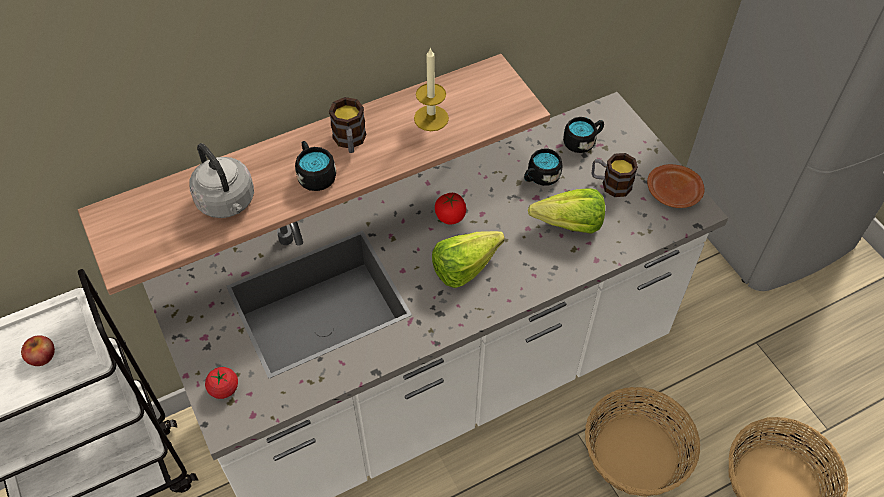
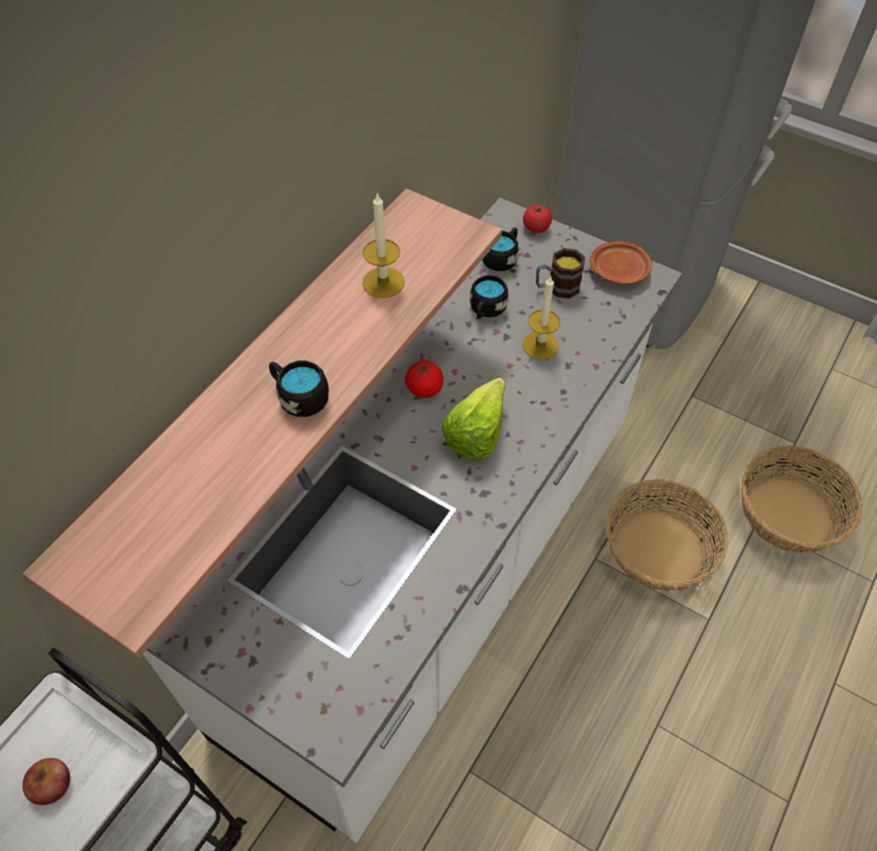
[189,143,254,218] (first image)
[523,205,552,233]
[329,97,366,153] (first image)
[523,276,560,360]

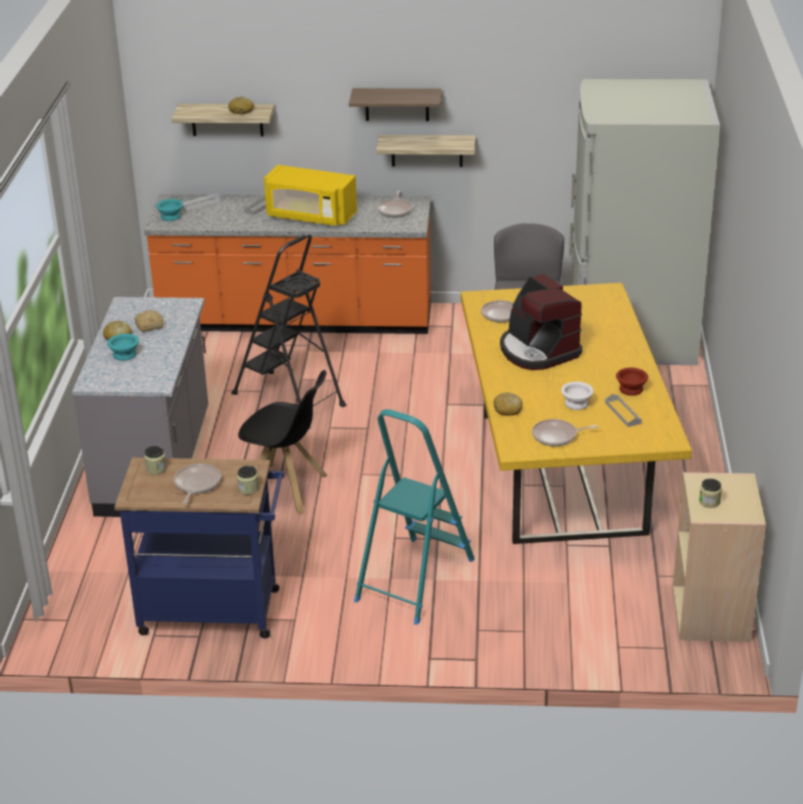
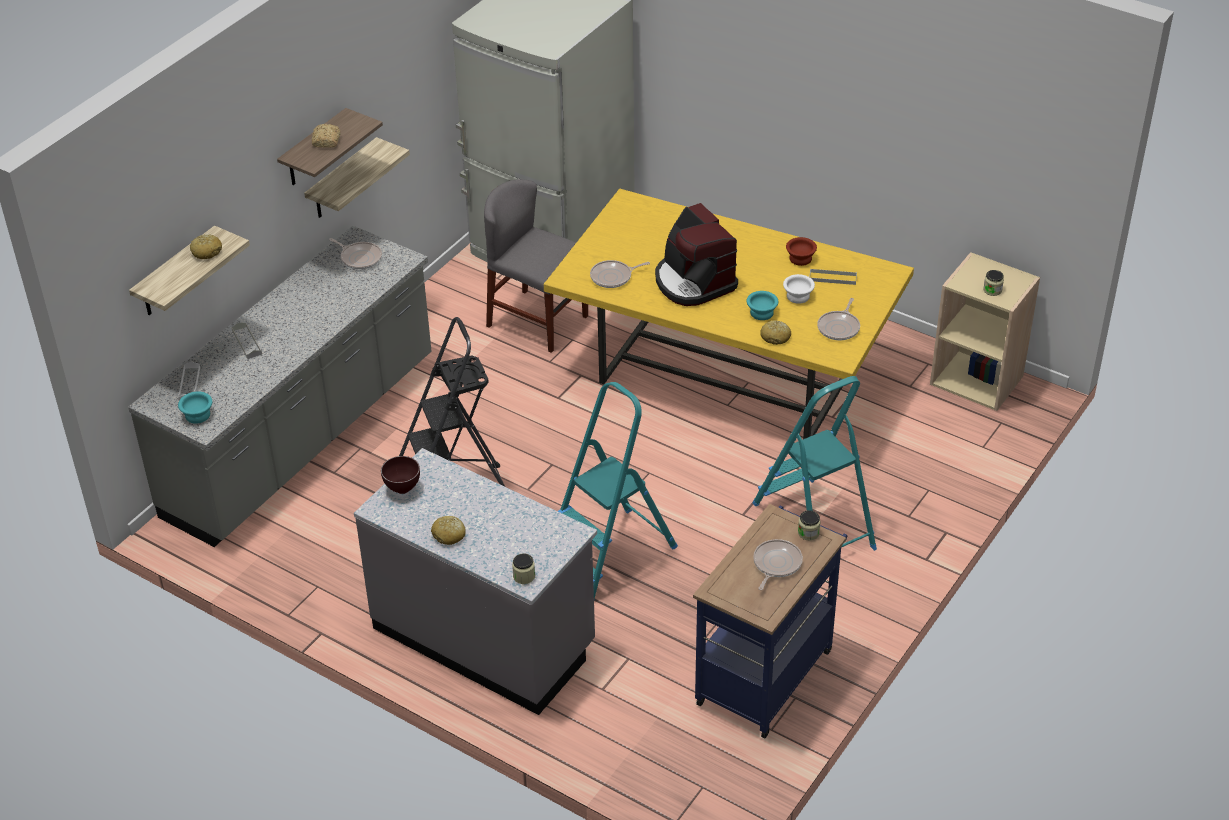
[747,291,778,320]
[312,124,341,148]
[128,226,431,547]
[512,553,535,584]
[753,539,803,590]
[558,382,678,599]
[264,165,357,226] (first image)
[655,203,738,306]
[381,456,420,494]

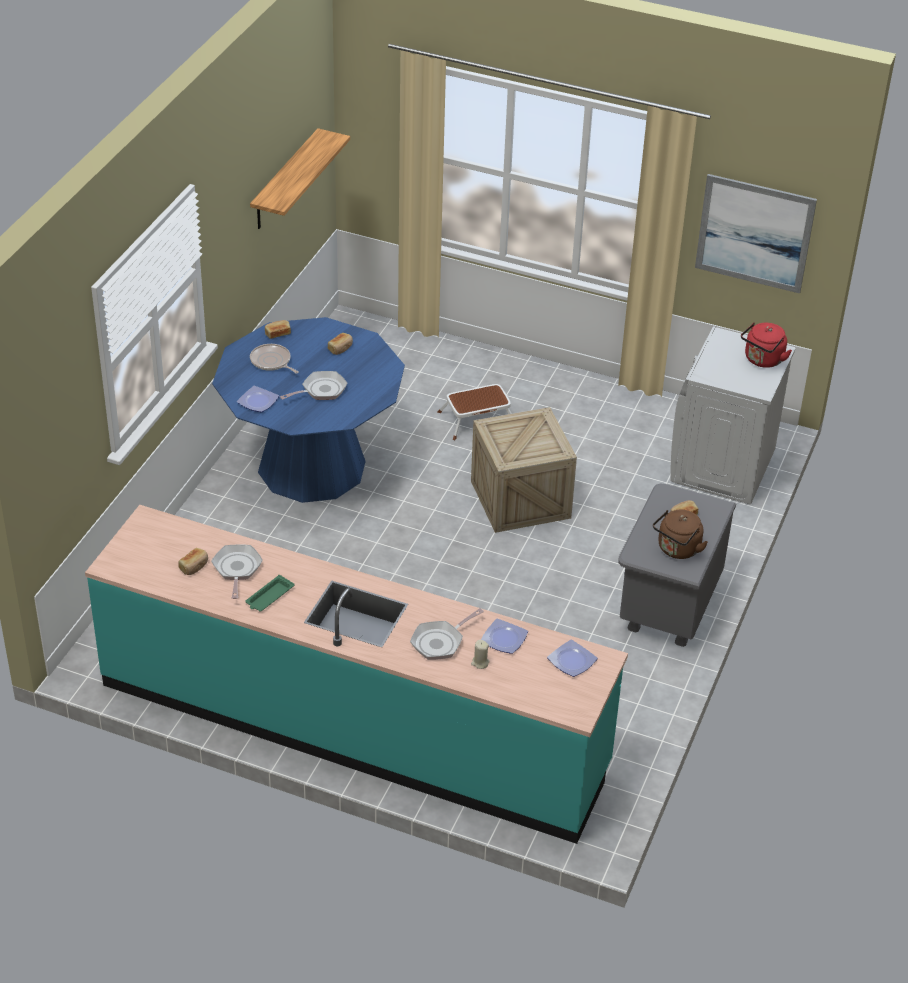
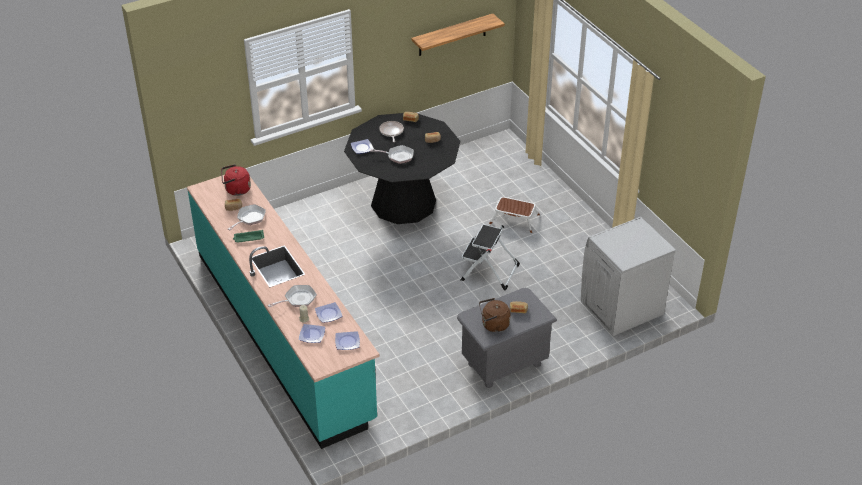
[344,113,460,224]
[268,285,317,307]
[460,224,520,290]
[695,174,817,294] (first image)
[221,164,251,196]
[299,324,325,343]

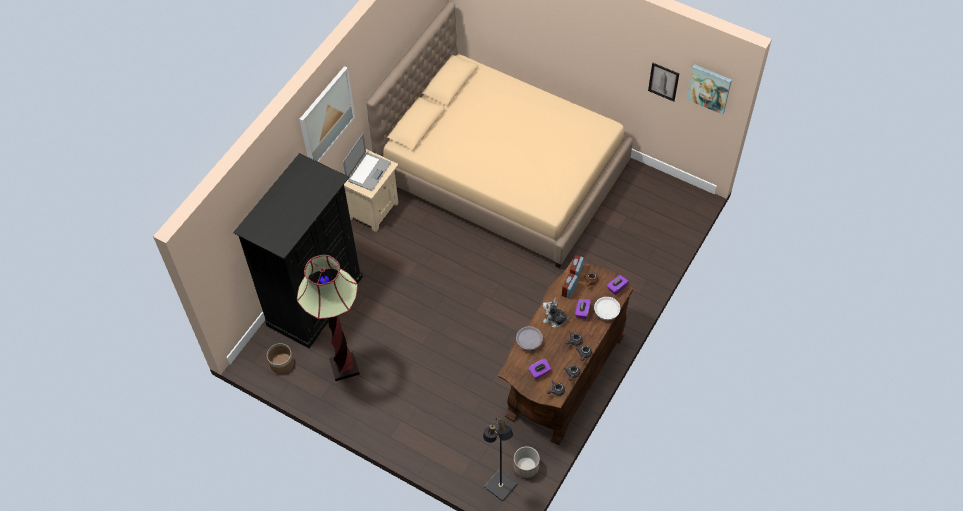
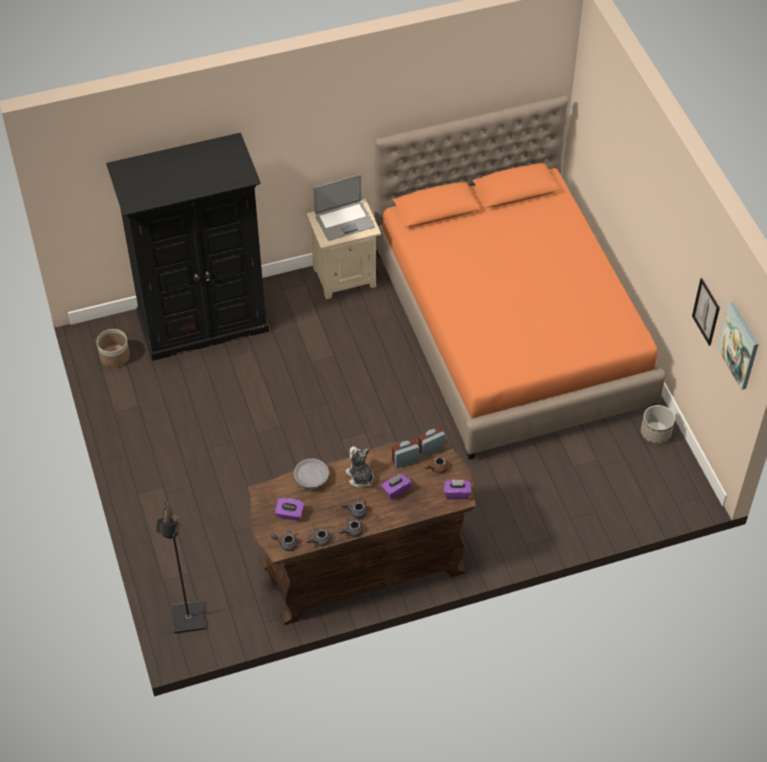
[297,255,360,381] (first image)
[299,66,355,162] (first image)
[374,94,666,460]
[641,405,675,444]
[594,297,620,320] (first image)

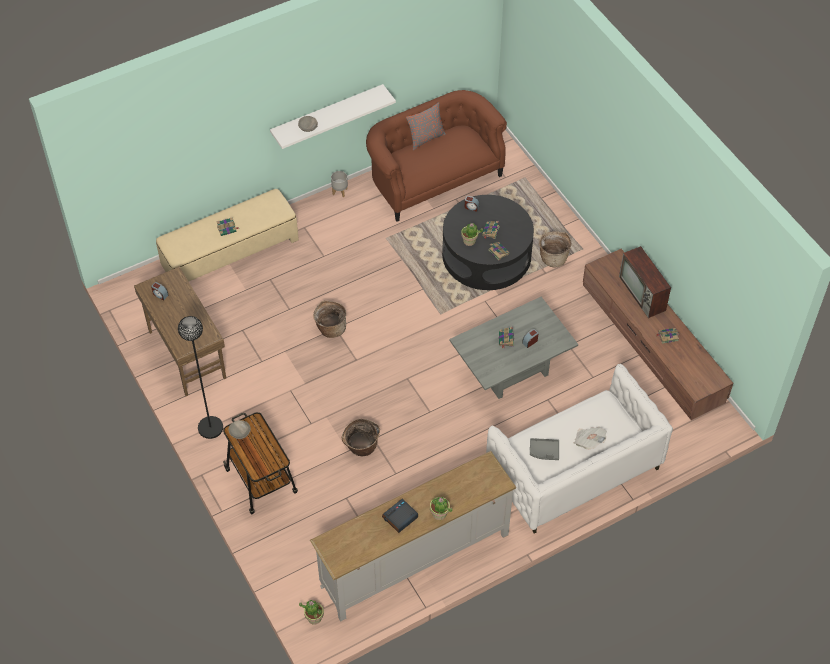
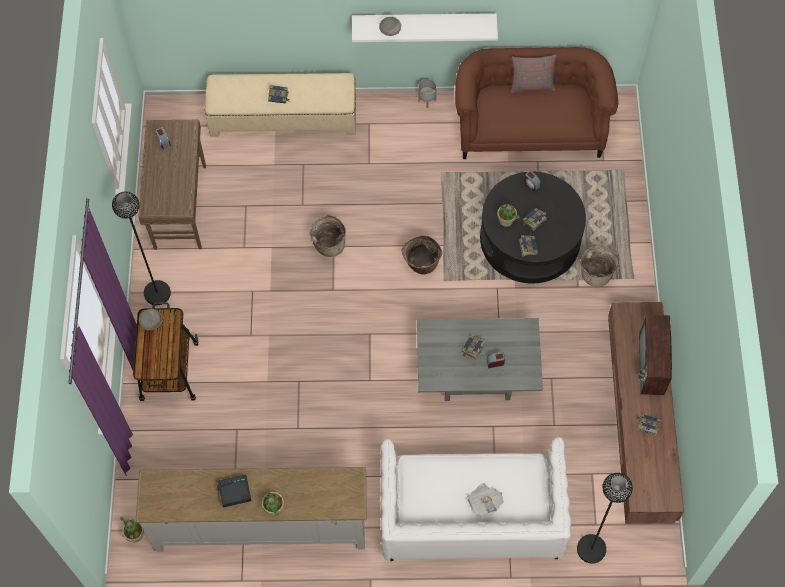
[402,235,442,274]
[530,438,559,460] (first image)
[577,473,633,563]

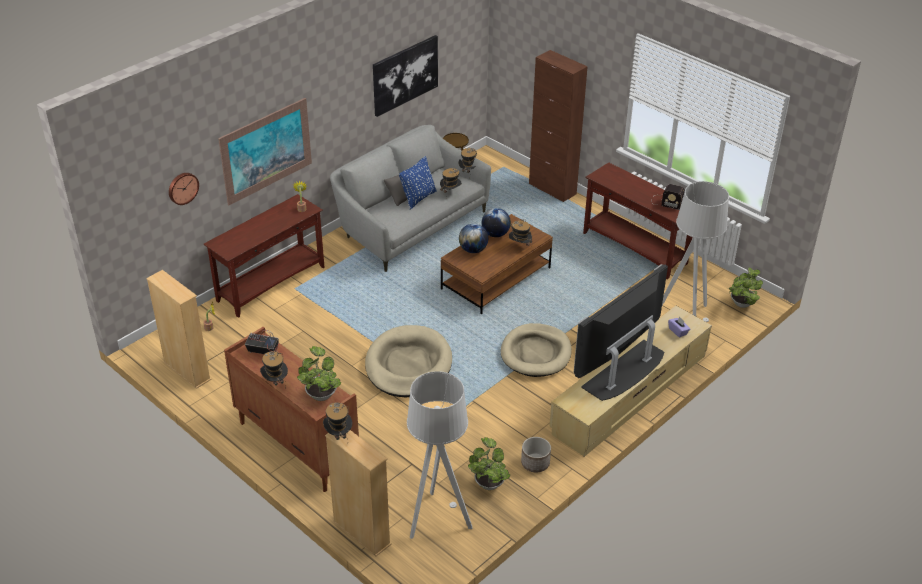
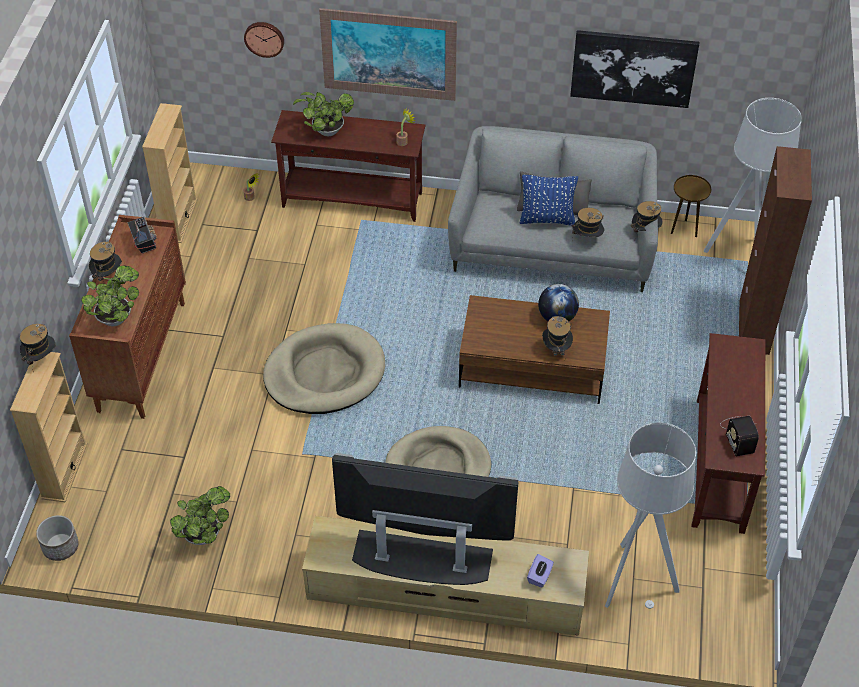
[704,98,802,253]
[459,224,488,253] (first image)
[36,515,79,561]
[293,92,354,136]

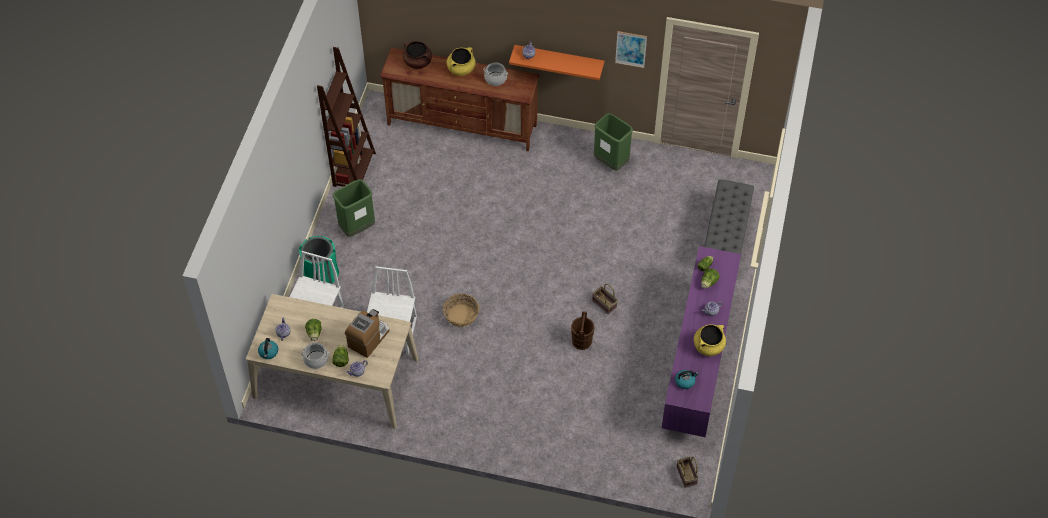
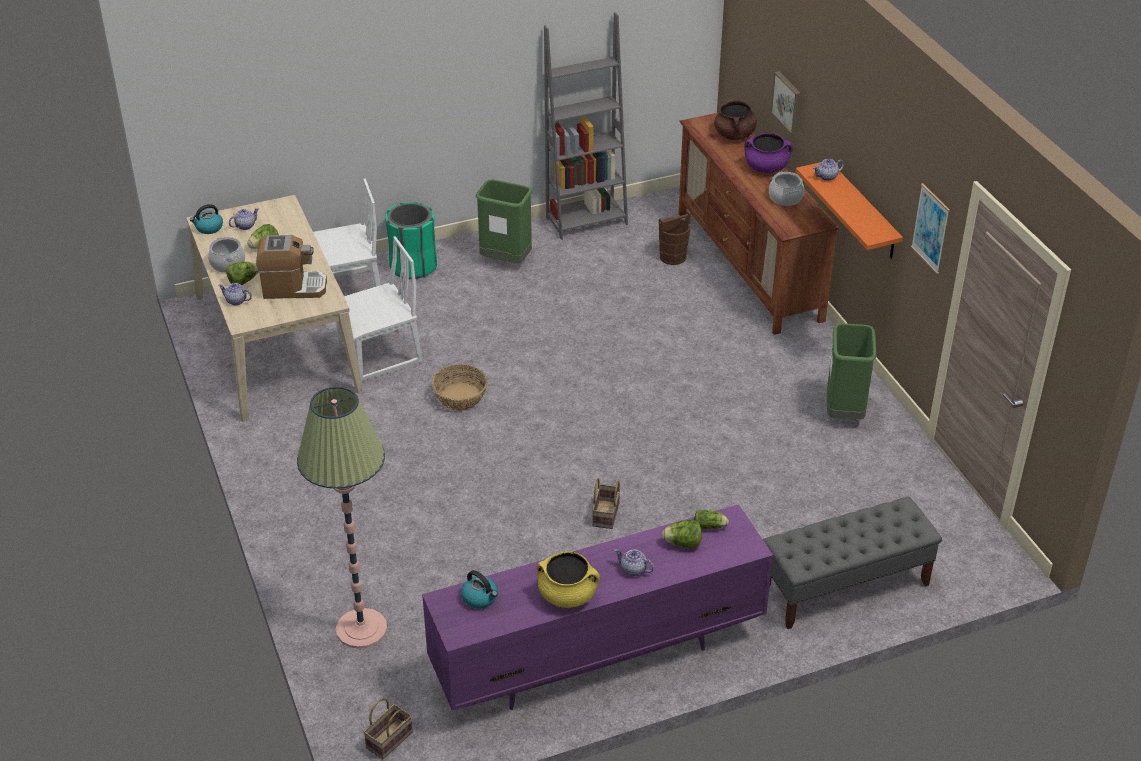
[544,12,628,240]
[744,133,793,173]
[659,210,691,265]
[297,387,387,649]
[771,71,801,135]

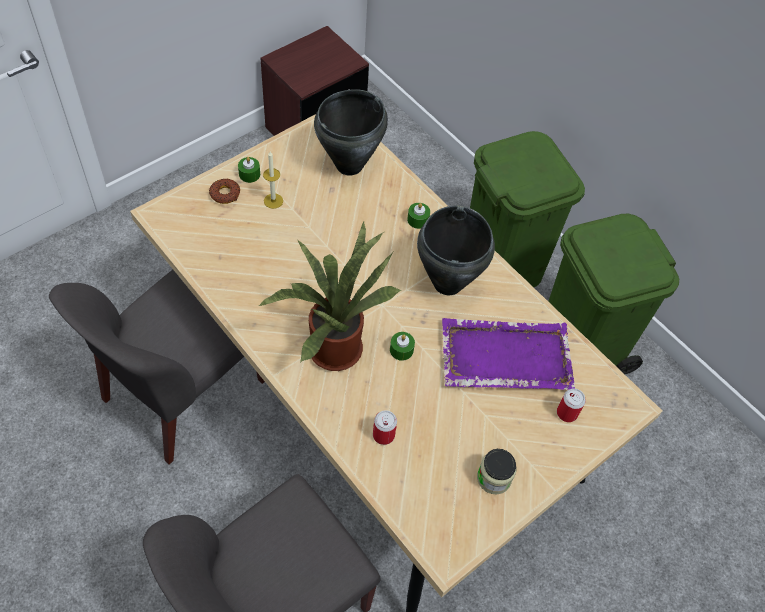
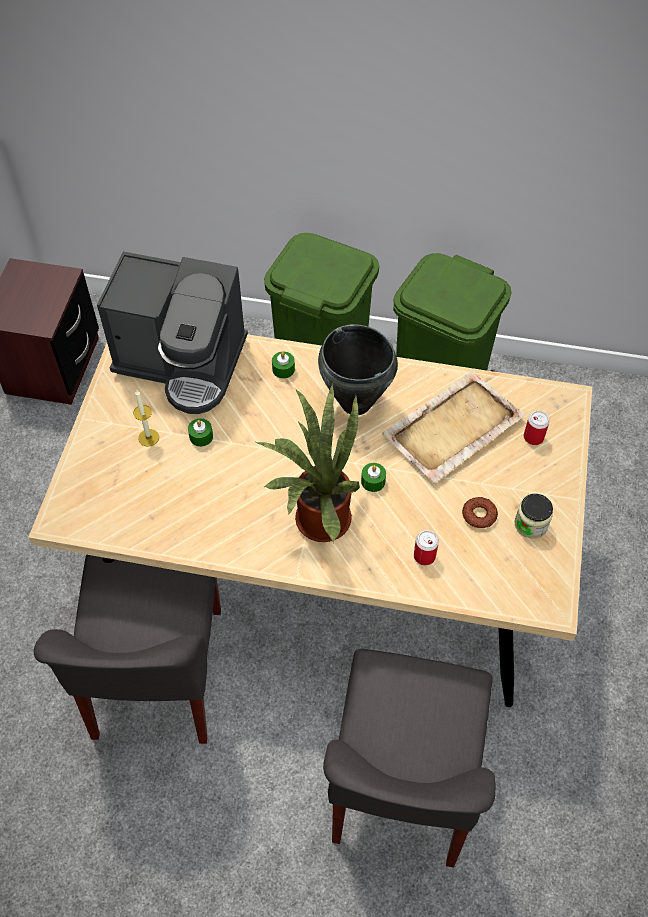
[462,497,498,528]
[188,418,213,447]
[97,252,248,414]
[382,371,525,483]

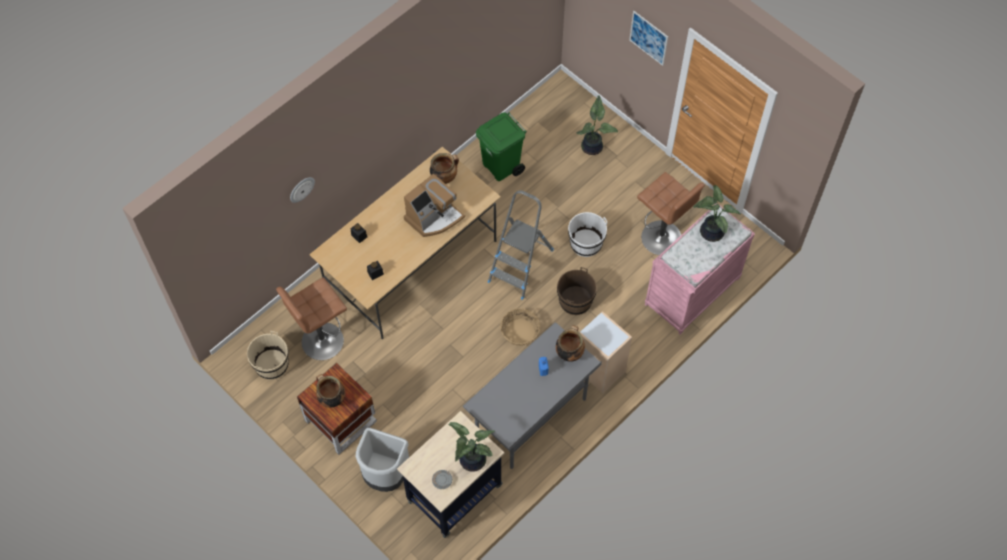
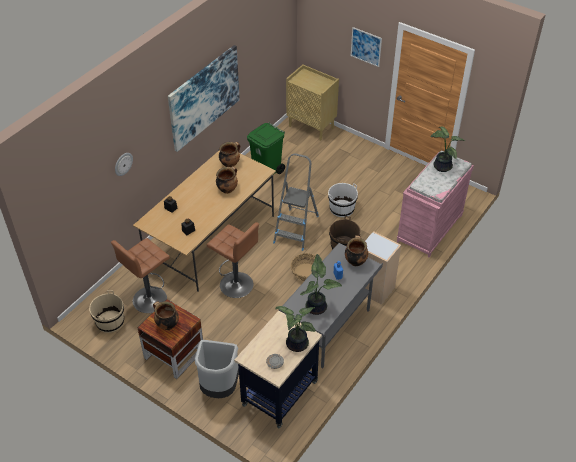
[216,166,238,194]
[300,254,342,315]
[207,222,259,298]
[168,45,240,152]
[286,64,339,141]

